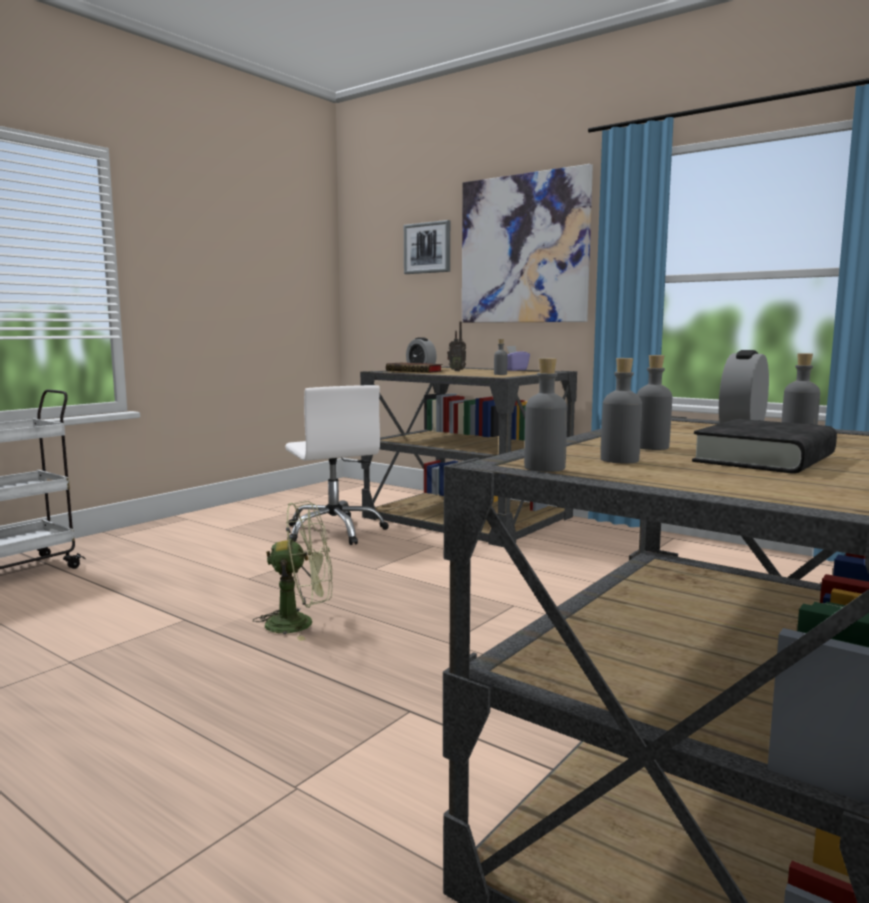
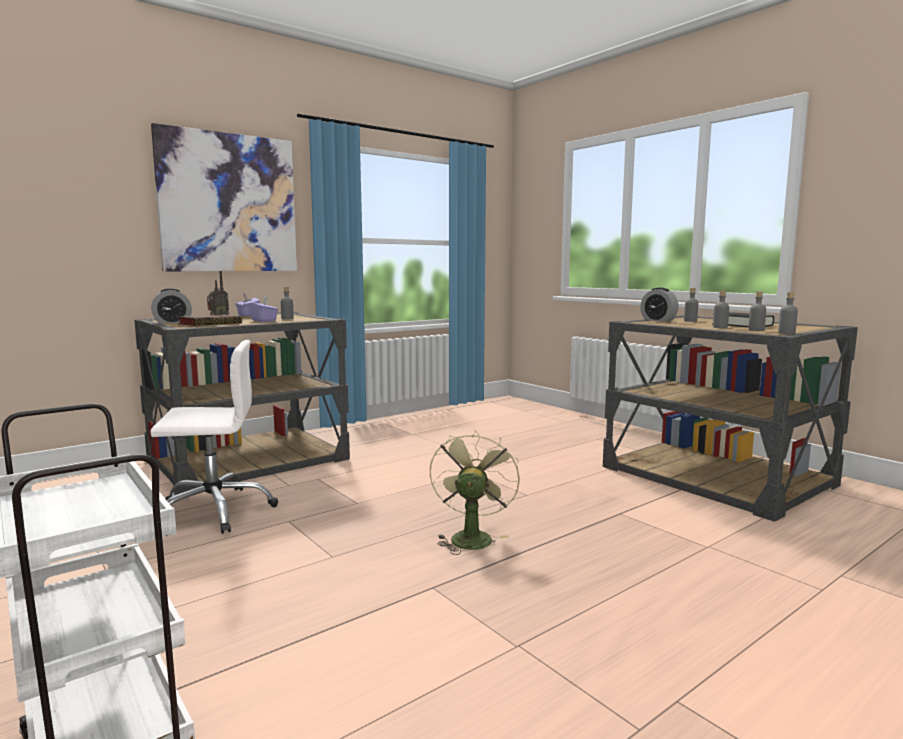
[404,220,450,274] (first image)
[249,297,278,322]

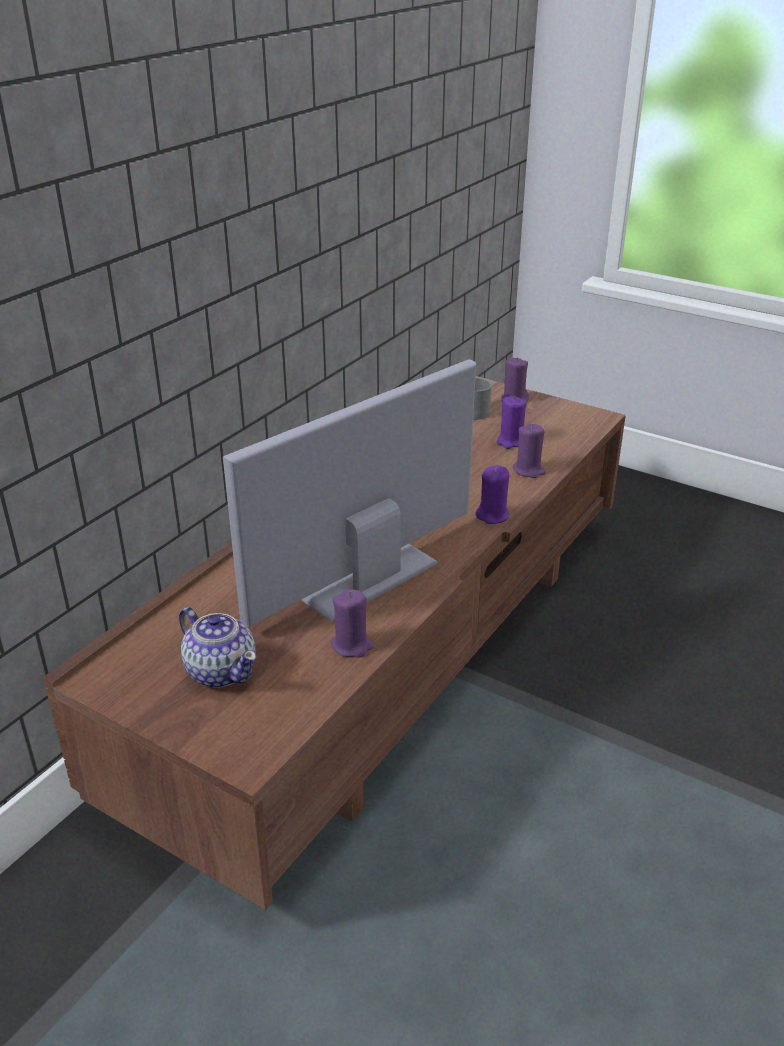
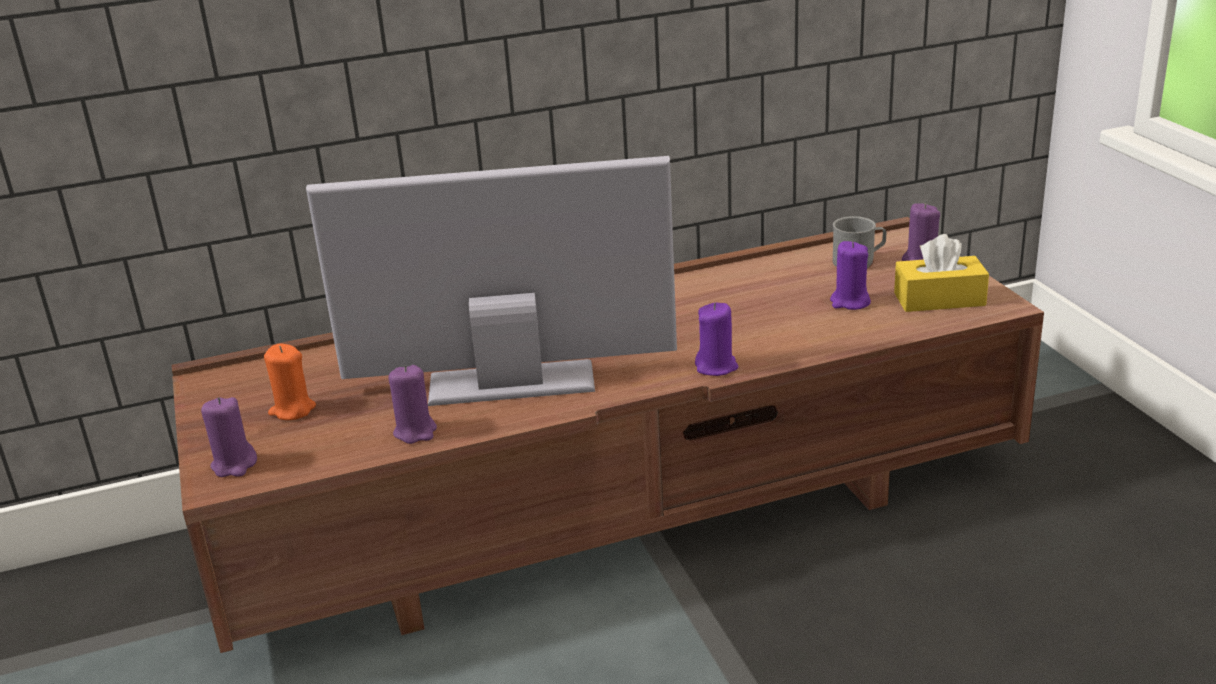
[264,344,316,420]
[201,397,257,477]
[894,234,989,312]

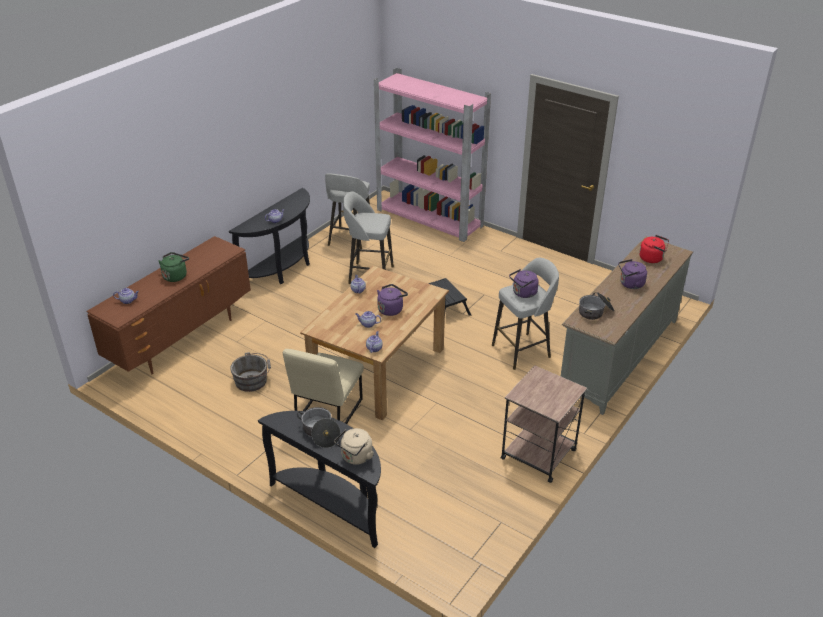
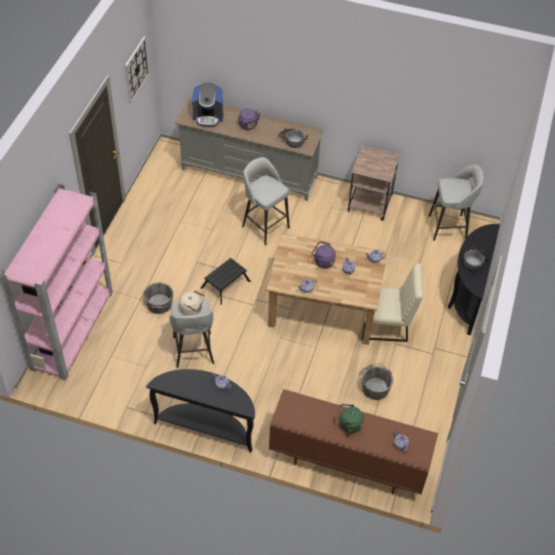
[429,164,484,241]
[180,290,205,316]
[509,269,539,298] (first image)
[192,83,223,127]
[125,37,149,103]
[143,282,174,314]

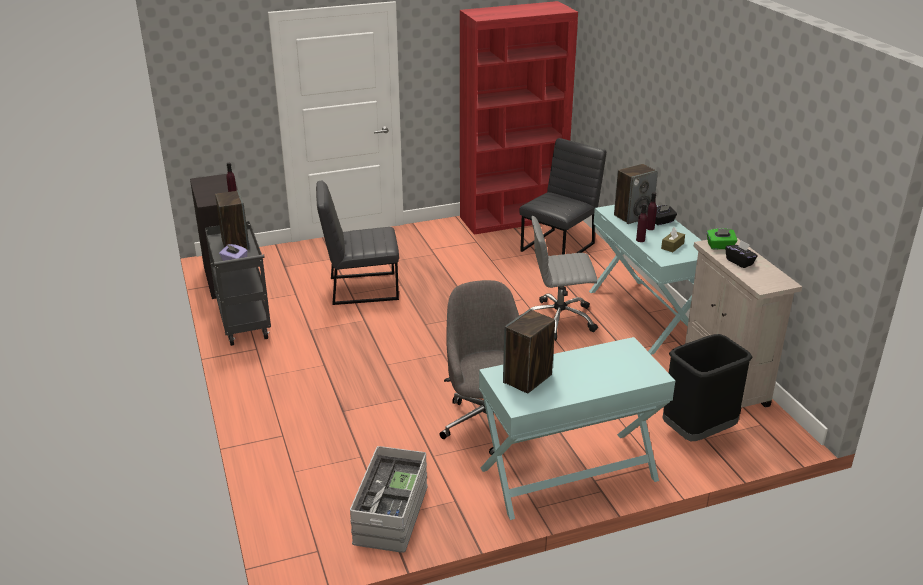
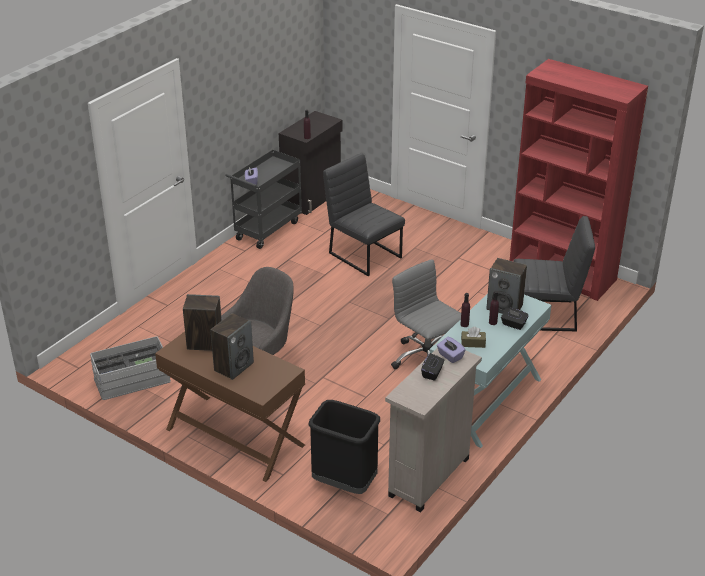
[211,313,254,380]
[155,331,305,482]
[437,337,465,363]

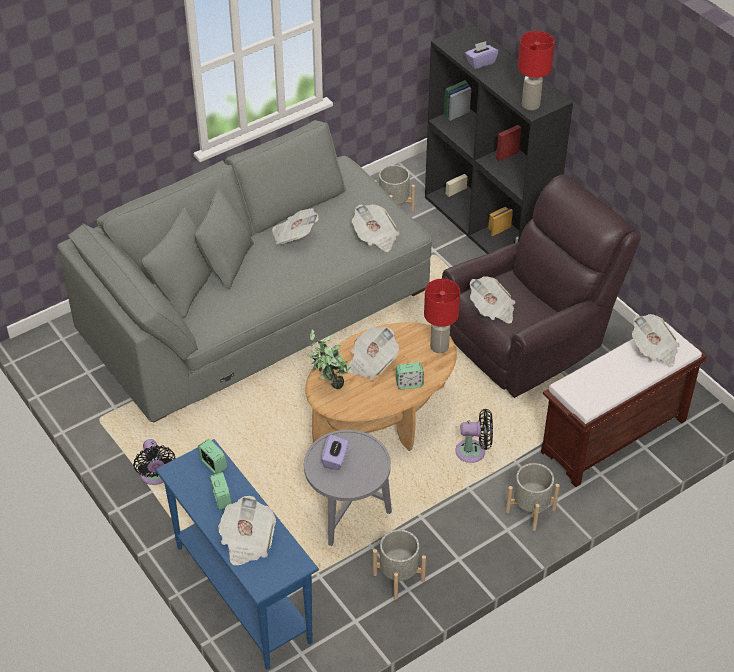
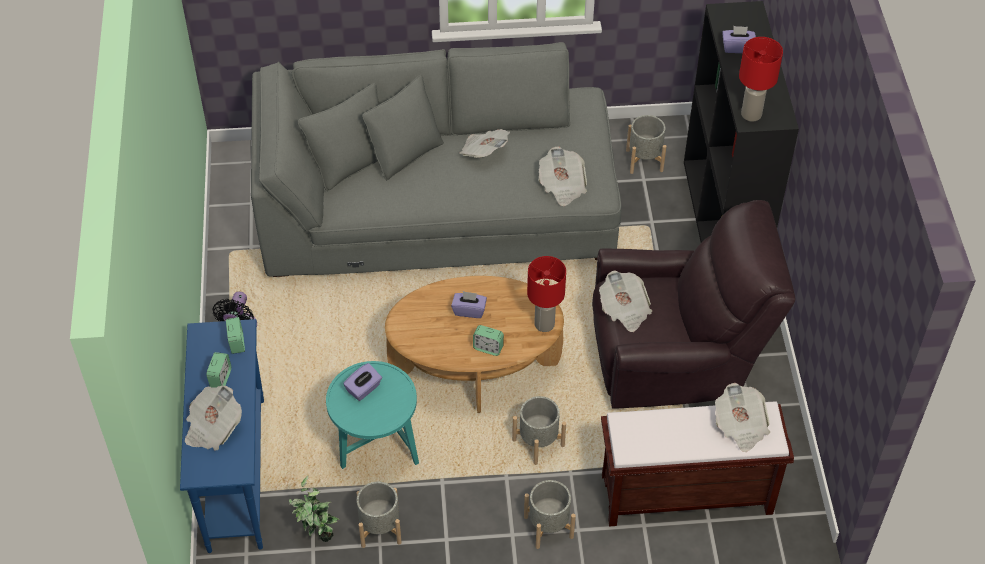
[326,361,419,469]
[289,476,340,542]
[451,291,487,318]
[512,396,566,465]

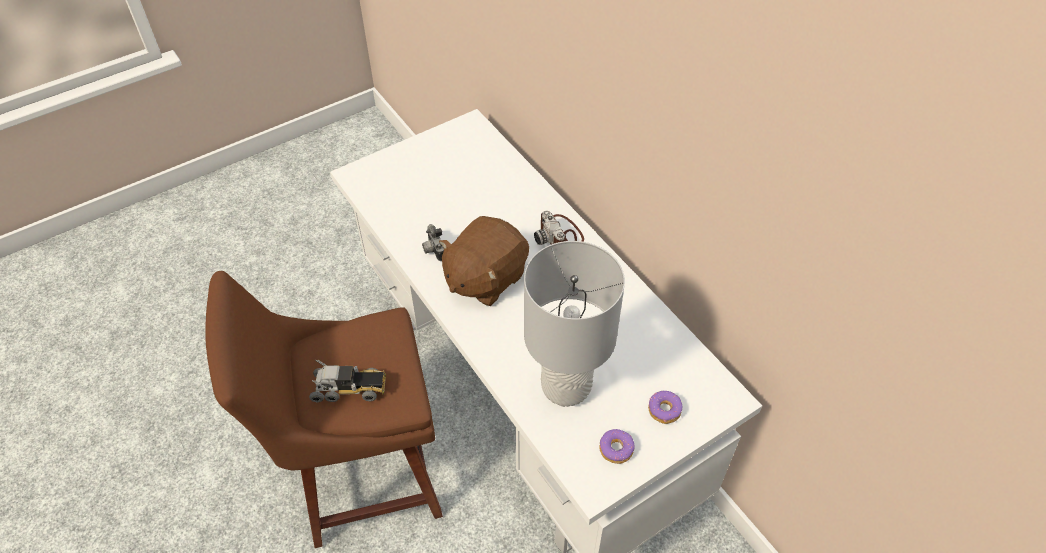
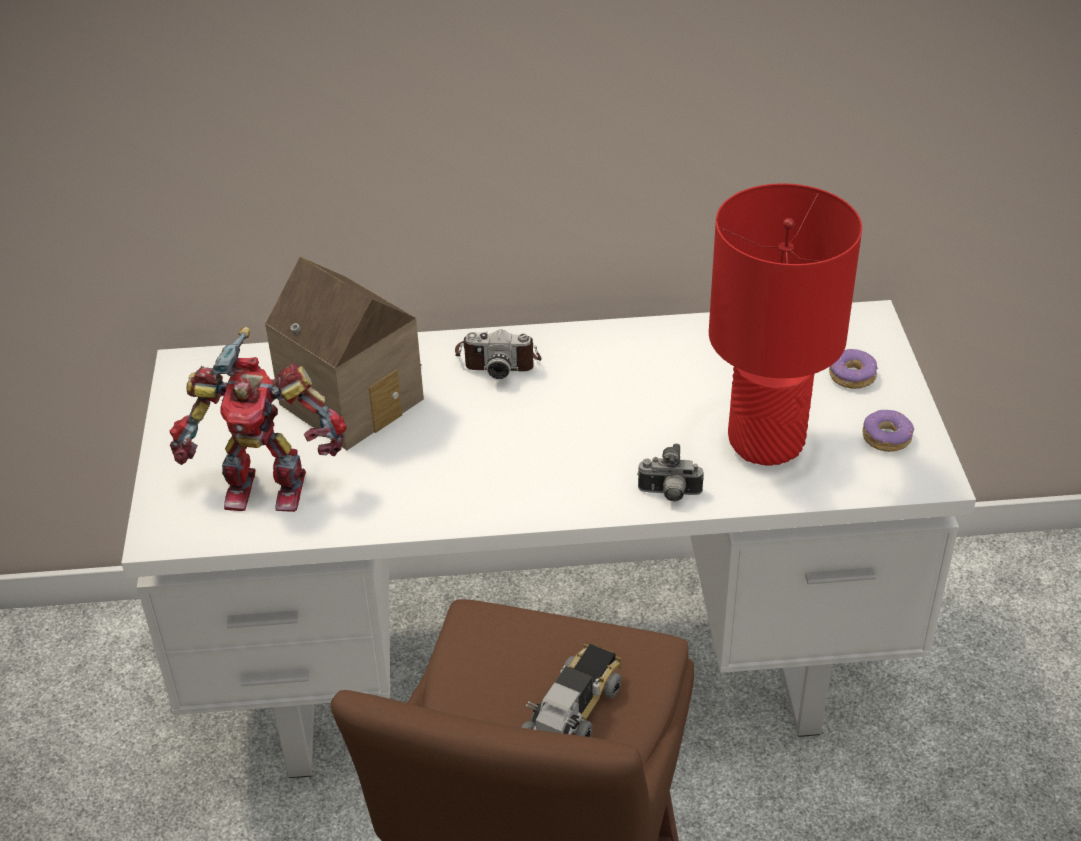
[637,443,704,501]
[439,216,529,306] (first image)
[709,183,862,466]
[170,326,347,512]
[265,257,424,450]

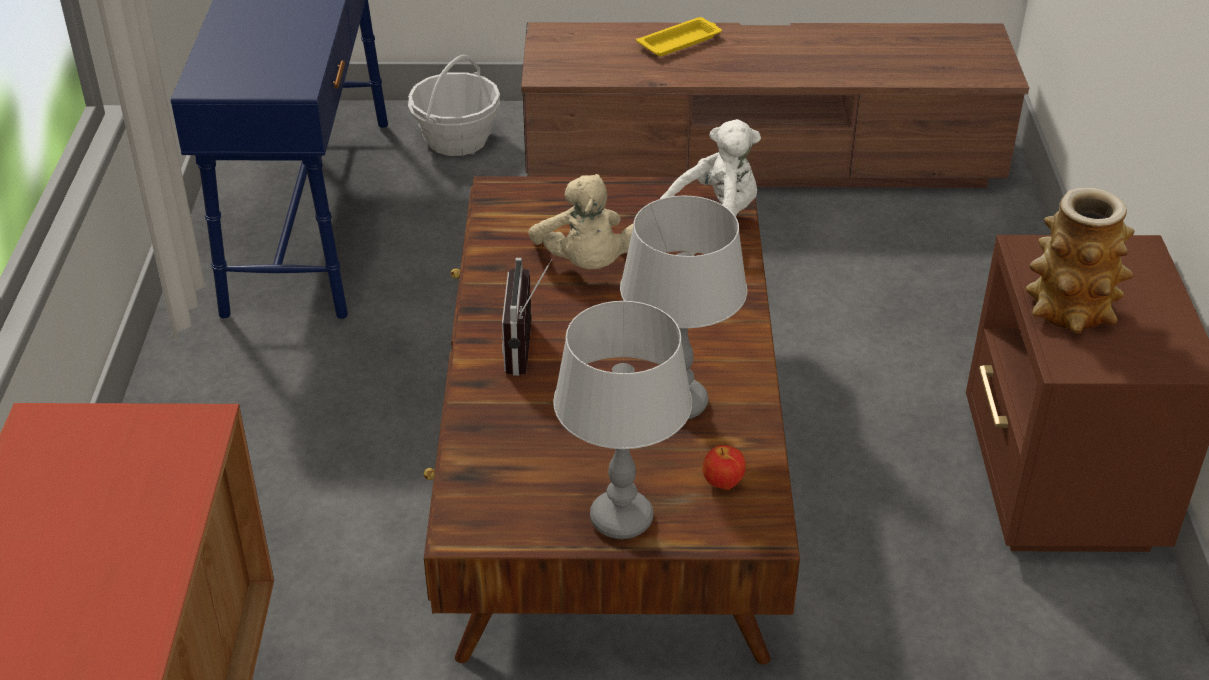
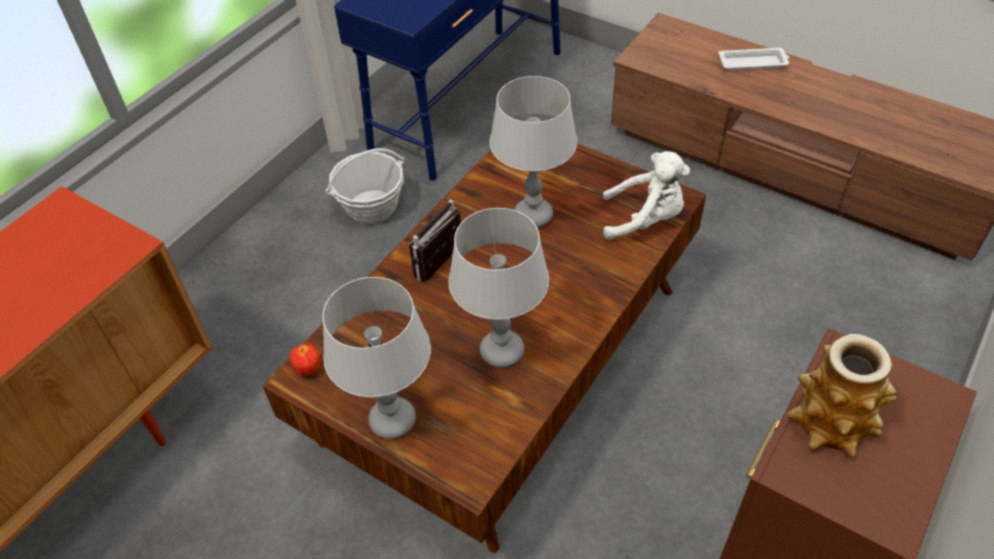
[325,148,405,224]
[490,76,577,228]
[718,48,789,70]
[290,344,321,376]

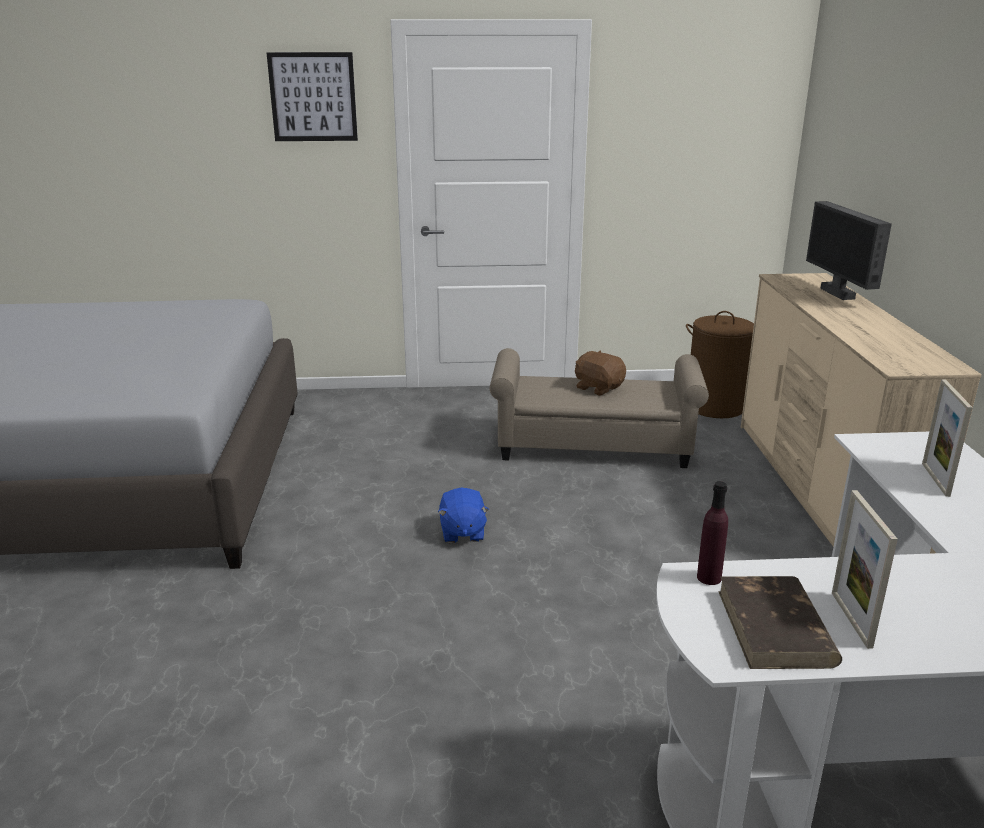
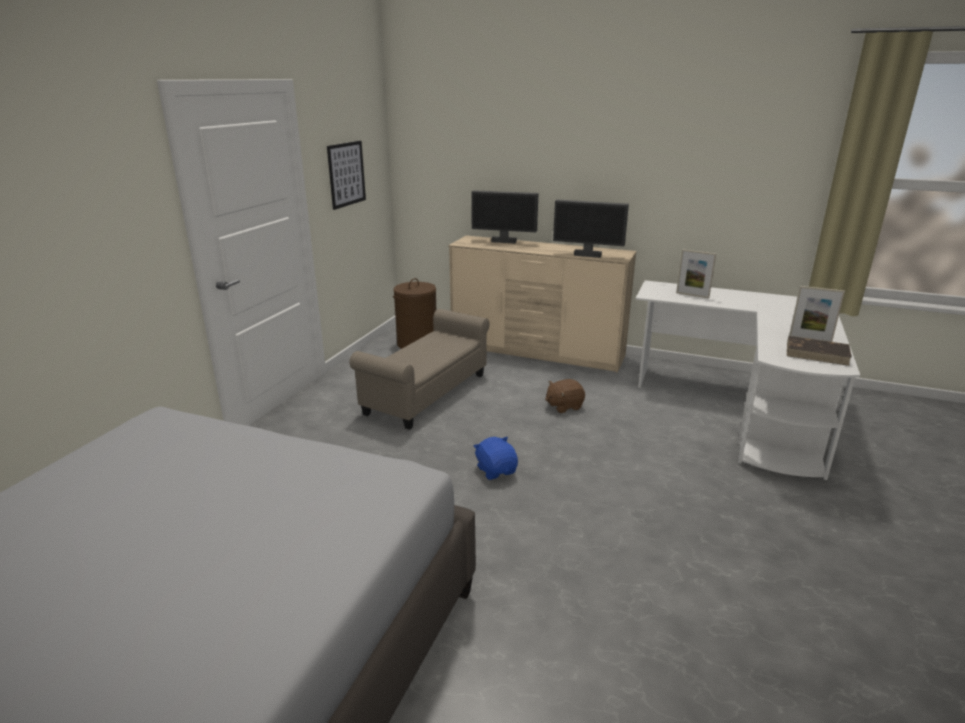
[327,141,366,210]
[474,437,518,480]
[545,379,585,413]
[697,481,728,585] (first image)
[553,200,629,258]

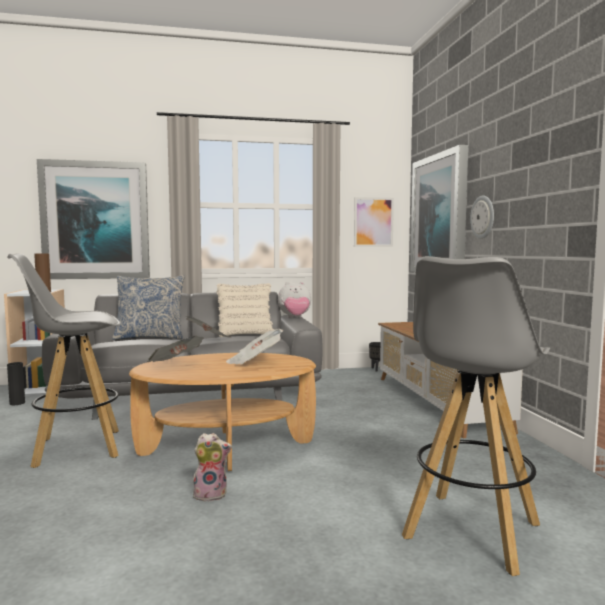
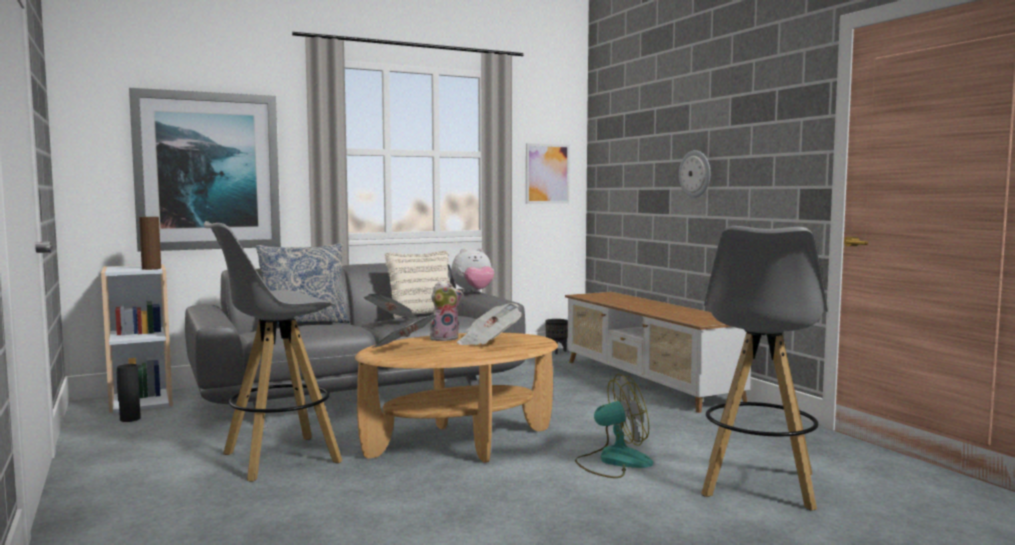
[430,281,463,341]
[410,145,468,272] (first image)
[575,374,653,478]

